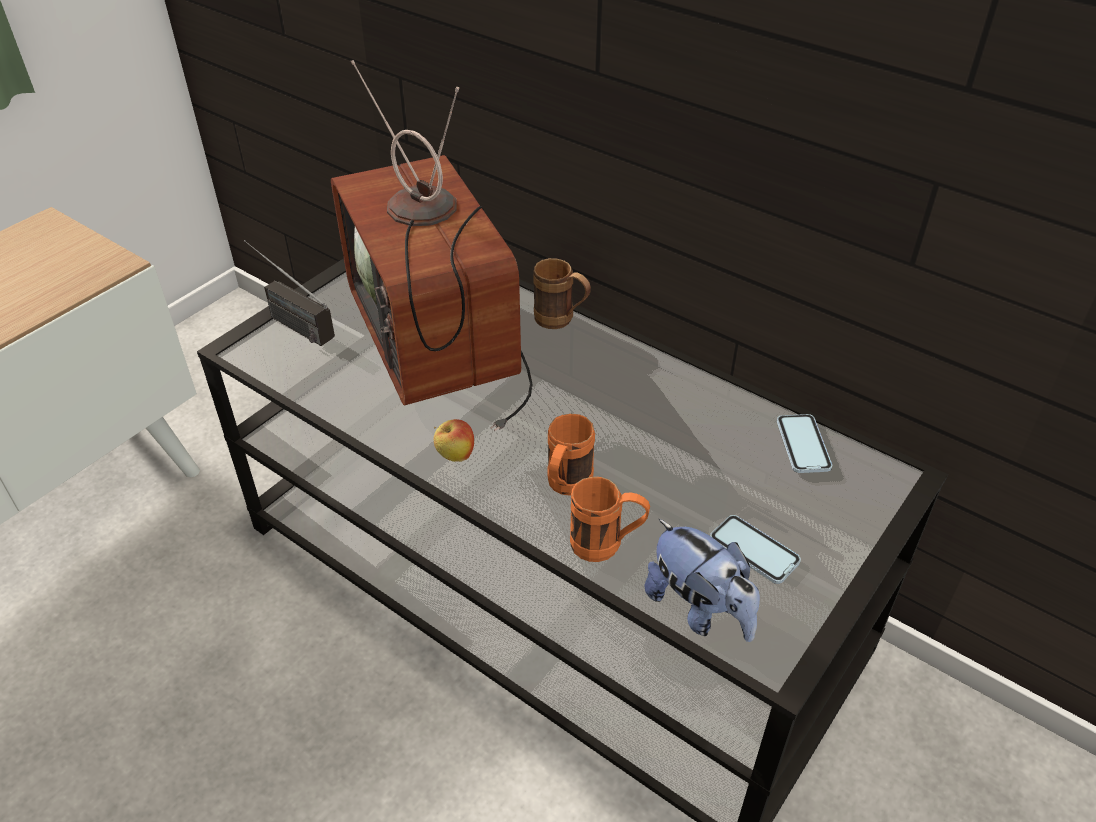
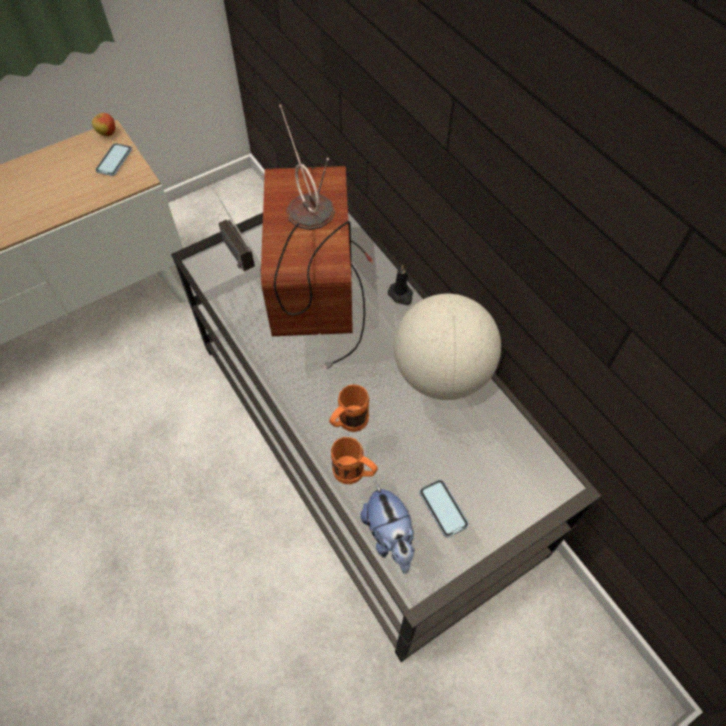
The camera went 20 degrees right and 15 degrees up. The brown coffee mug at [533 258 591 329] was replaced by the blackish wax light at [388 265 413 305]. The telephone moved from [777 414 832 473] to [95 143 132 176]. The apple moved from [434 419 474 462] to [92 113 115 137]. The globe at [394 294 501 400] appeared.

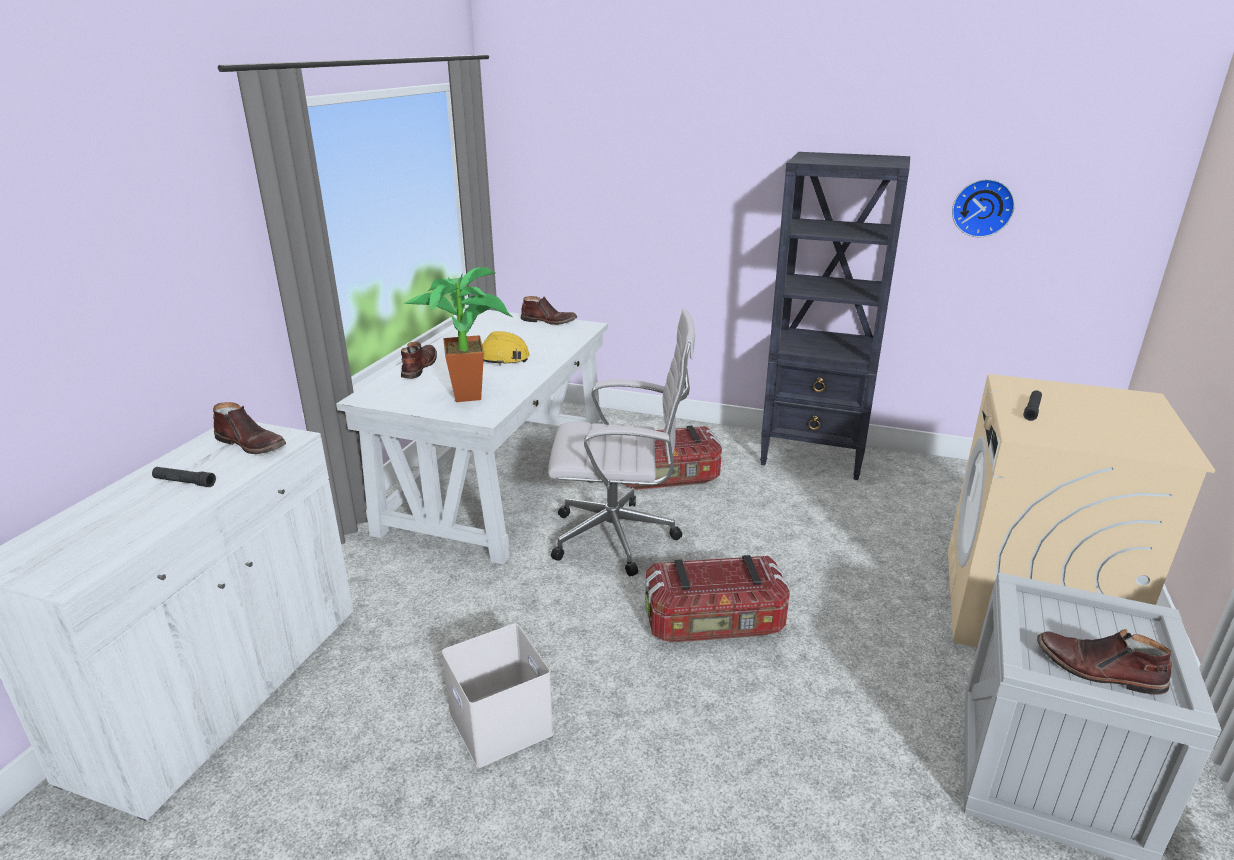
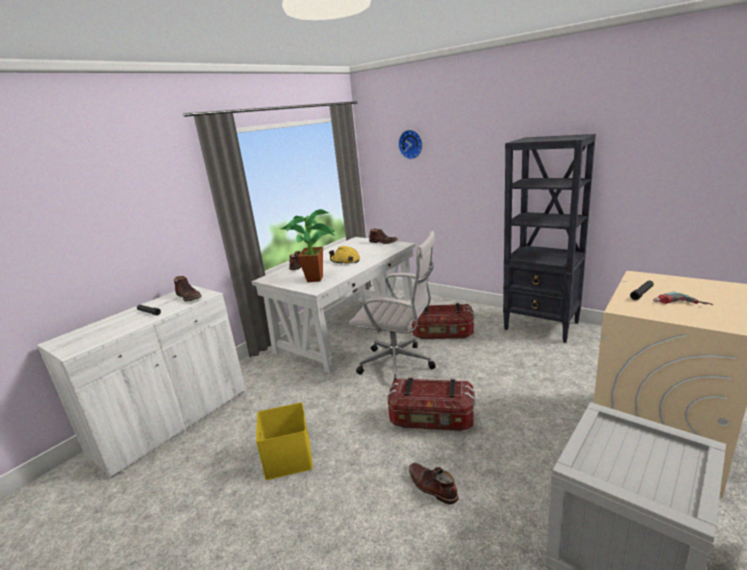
The camera went 20 degrees right and 5 degrees down. The hanging clock moved from [952 179 1015 237] to [398 130 423 159]. The white storage container at [442 623 554 768] became the yellow-coloured storage container at [256 403 313 480]. The brown tall boot moved from [1037 629 1172 695] to [409 463 459 505]. The electric drill at [653 291 713 305] appeared.

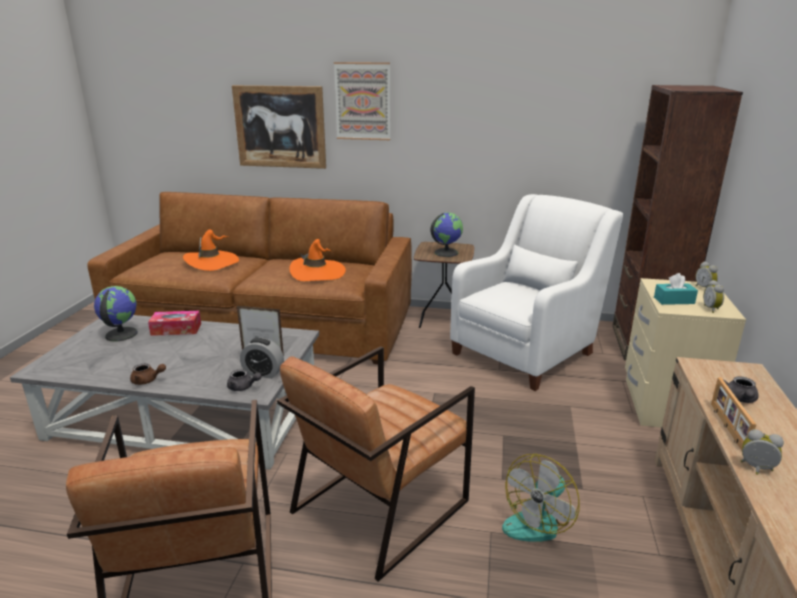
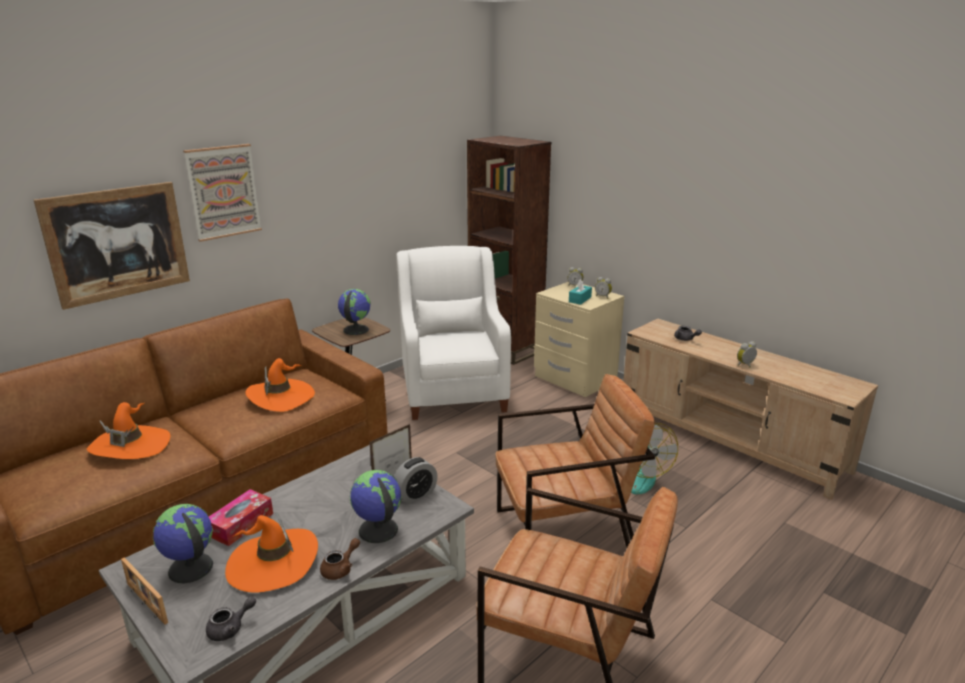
The camera went 55 degrees left and 0 degrees up. The brown armchair at [277 346 475 582] turned 90 degrees counterclockwise. The gray teapot moved from [227 369 262 391] to [206 596 256 641]. The standing frame moved from [711 377 757 450] to [121 557 168 625]. The globe at [350 470 401 543] appeared. The orange hat at [225 513 318 592] appeared.

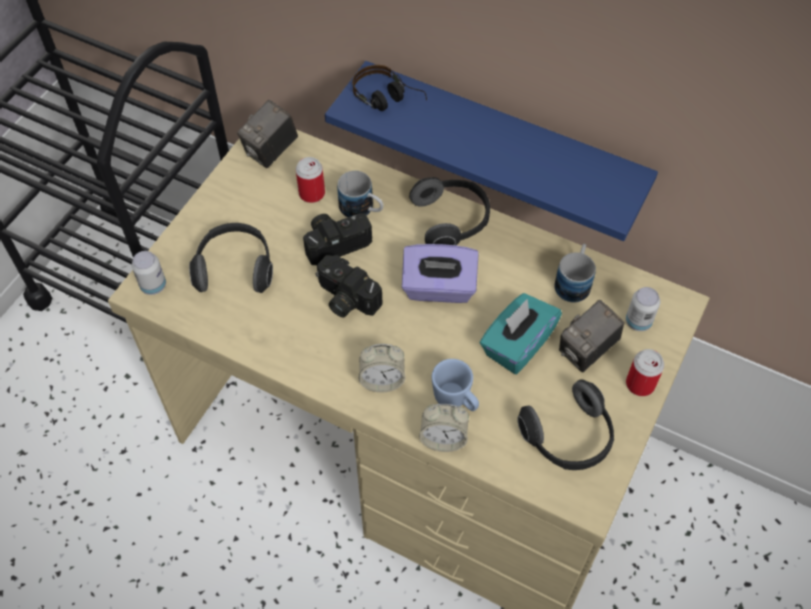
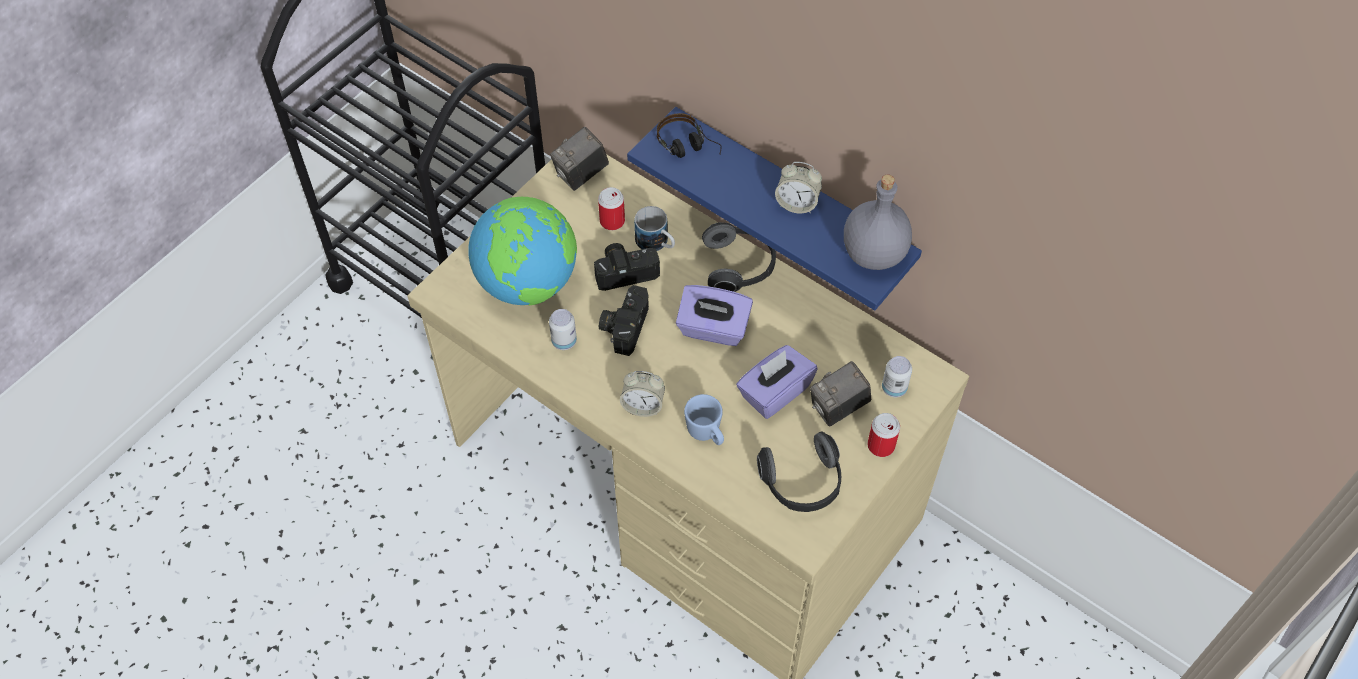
The camera went 10 degrees right and 0 degrees up. The headphones at [189 223 273 293] was replaced by the globe at [468 197 577 305]. The coffee mug at [554 244 596 303] disappeared. The can moved from [132 251 166 295] to [549 309 577 350]. The photo camera at [316 255 383 317] turned 60 degrees clockwise. The turquoise tissue box at [480 293 562 374] became the purple-coloured tissue box at [736 345 818 419]. The alarm clock moved from [419 404 469 452] to [775 162 822 213]. The gray bottle at [844 175 912 270] appeared.

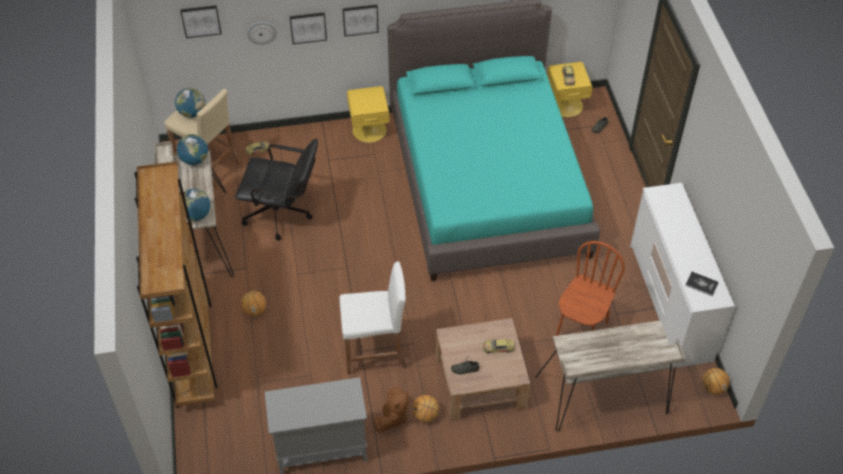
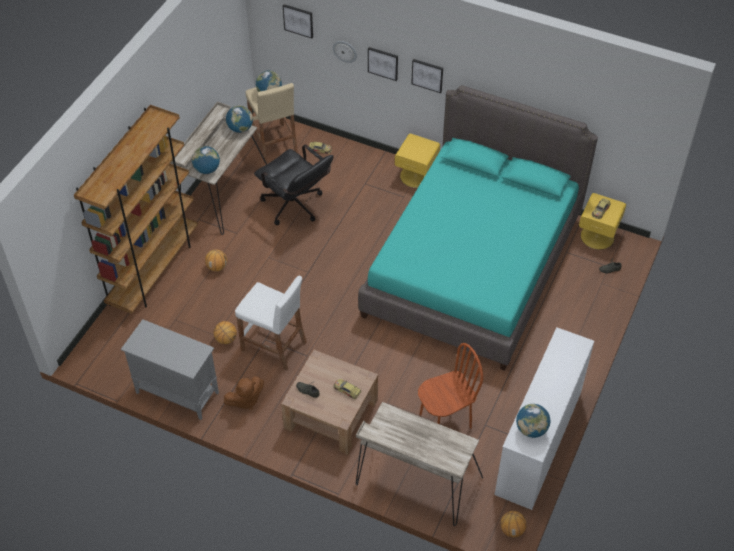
The camera went 35 degrees right and 0 degrees up. The book at [685 272 719 296] was replaced by the globe at [516 404 550 438]. The basketball ball moved from [412 395 439 422] to [214 321 237 344].

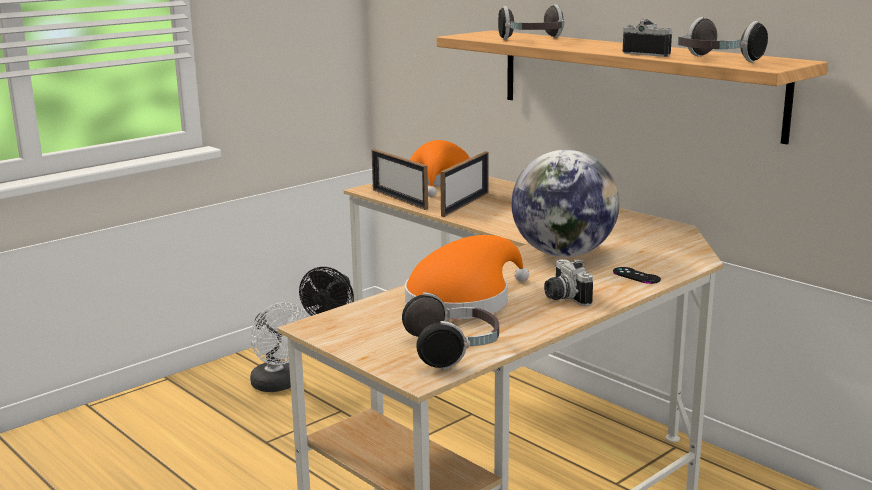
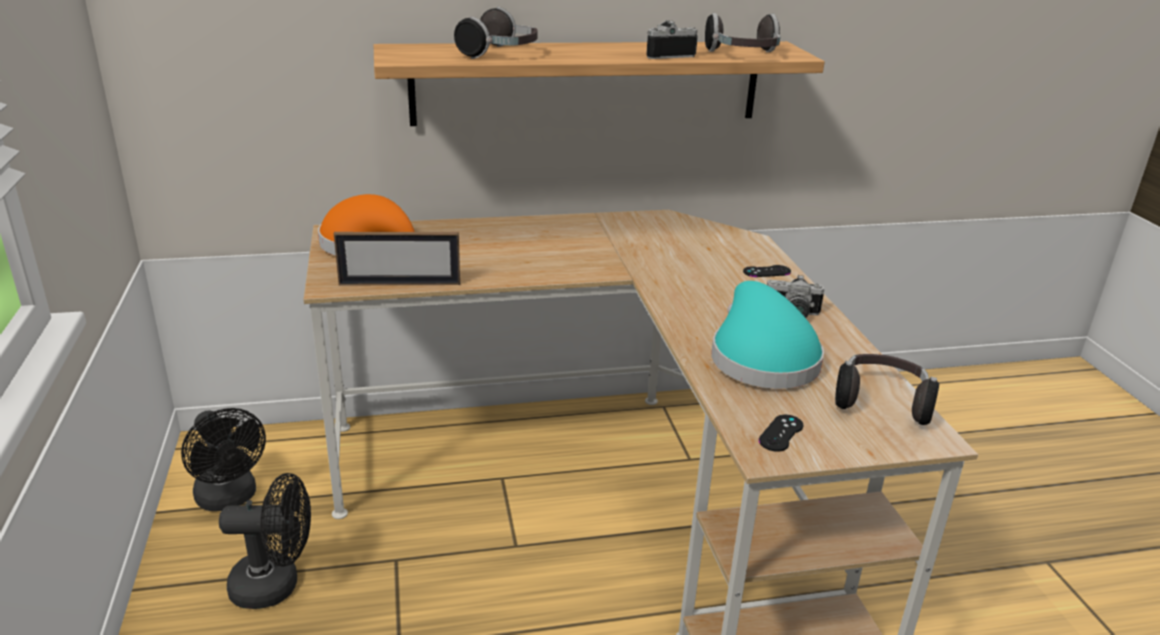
The camera went 60 degrees left and 10 degrees up. The globe at [511 150 620 257] disappeared. The standing frame at [440 151 489 217] disappeared. The orange hat at [405 235 529 319] became the turquoise hat at [712 281 824 389]. The white electric fan at [250 302 309 392] became the blackish electric fan at [219 473 311 609]. The blackish game controller at [759 415 803 452] appeared.

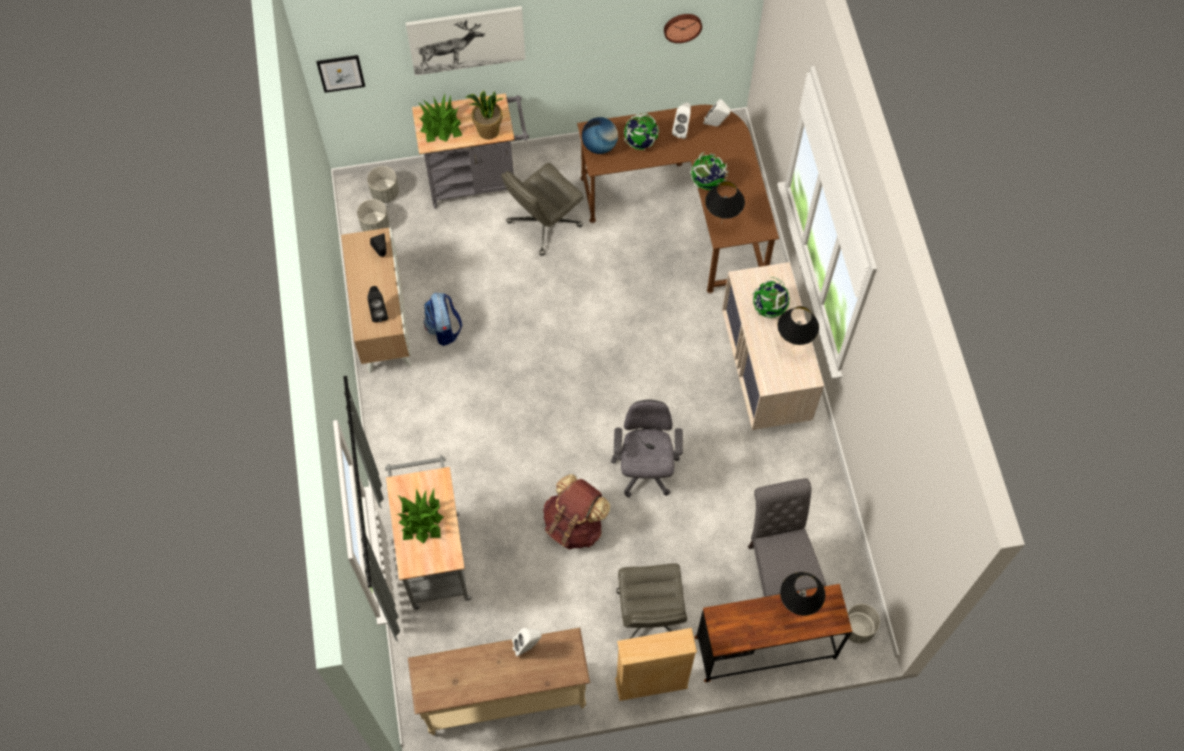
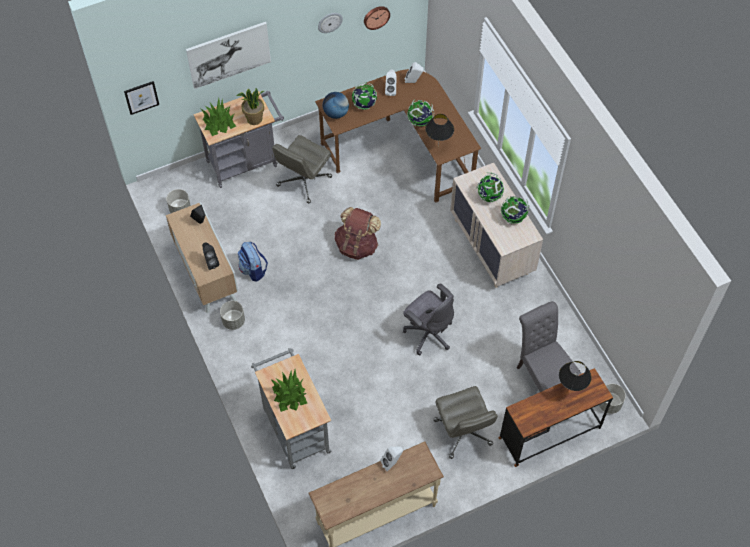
The camera went 15 degrees left and 5 degrees down. The gray plant pot moved from [367 166 399 203] to [220 301 245 330]. The blackish tabletop lamp at [777 306 819 345] was replaced by the globe at [501 196 529 224]. The gray desk chair at [611 399 683 497] turned 150 degrees clockwise. The brown rucksack moved from [543 474 610 550] to [335 207 381 260]. The beige-coloured shelving unit at [615 628 697 701] disappeared. The hanging clock at [318 13 343 33] appeared.

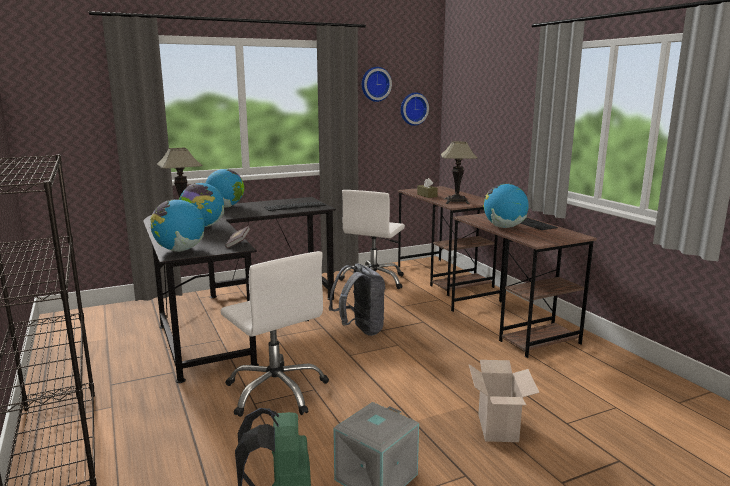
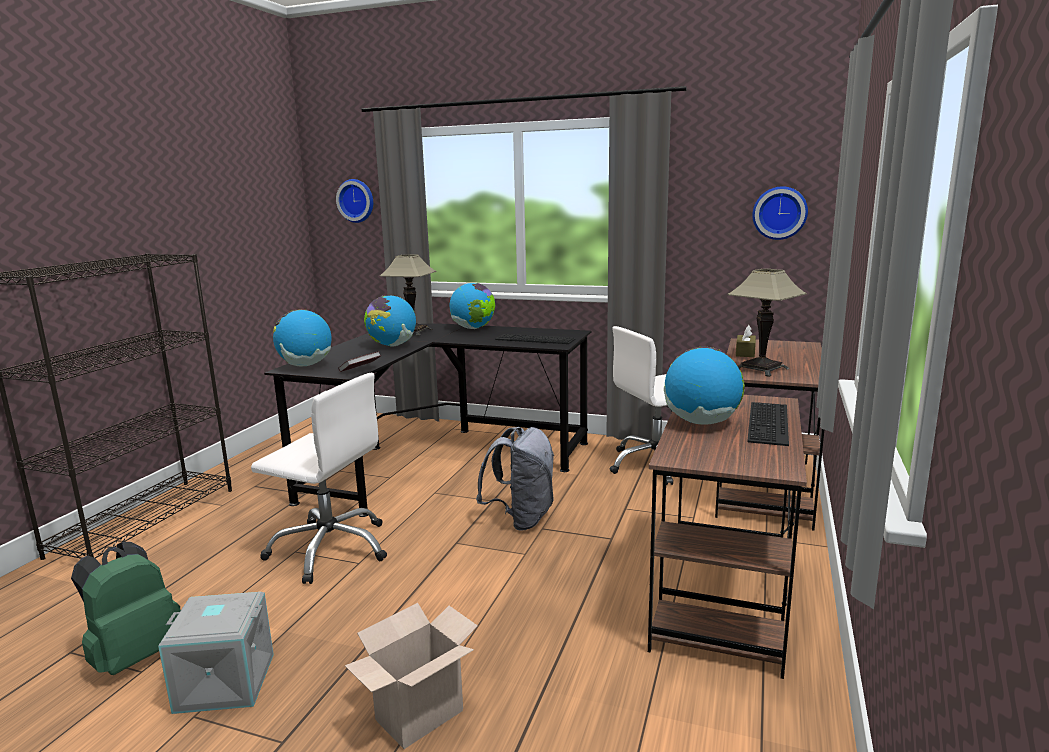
The camera went 45 degrees right and 0 degrees up. The hanging clock moved from [362 67 392 102] to [336 179 373 223]. The white desk chair at [221 251 329 417] turned 75 degrees counterclockwise.

